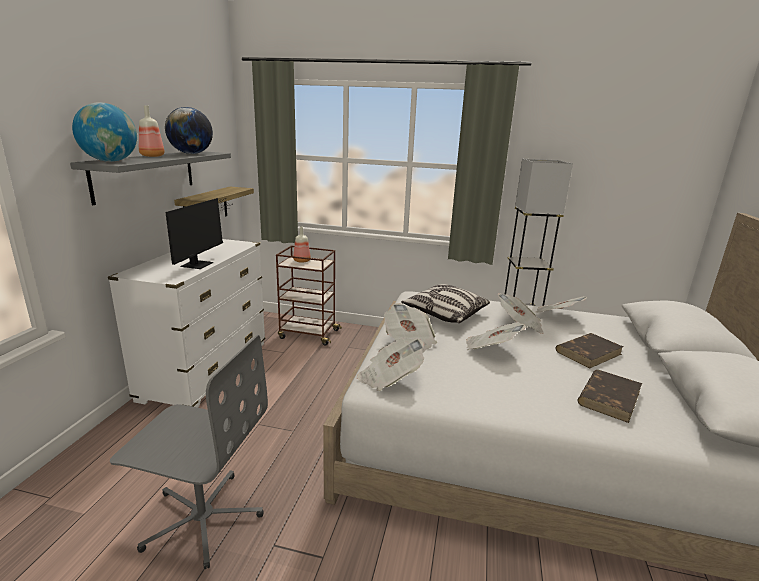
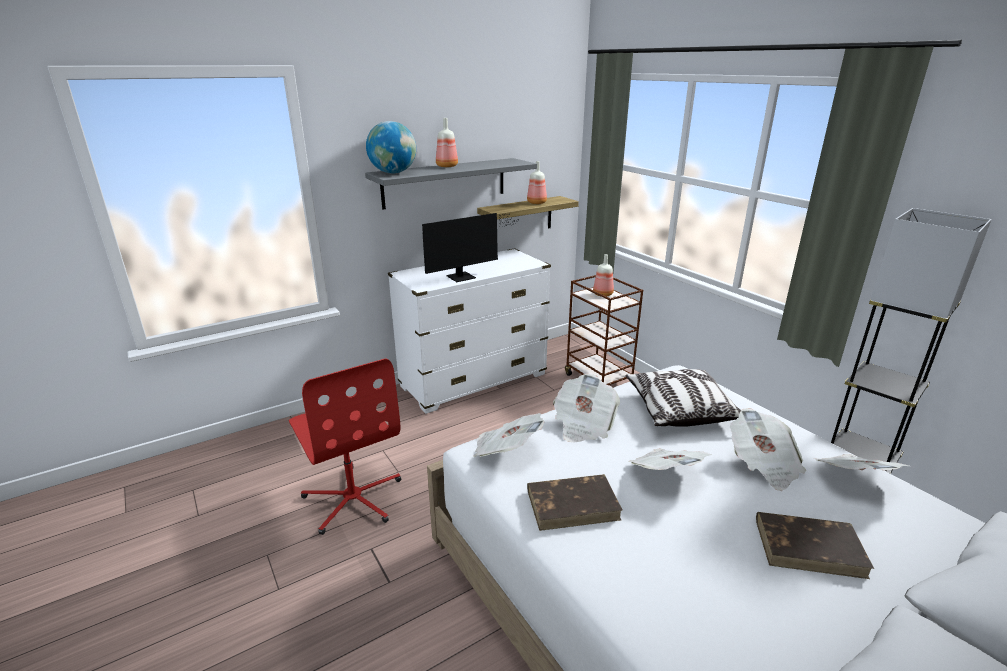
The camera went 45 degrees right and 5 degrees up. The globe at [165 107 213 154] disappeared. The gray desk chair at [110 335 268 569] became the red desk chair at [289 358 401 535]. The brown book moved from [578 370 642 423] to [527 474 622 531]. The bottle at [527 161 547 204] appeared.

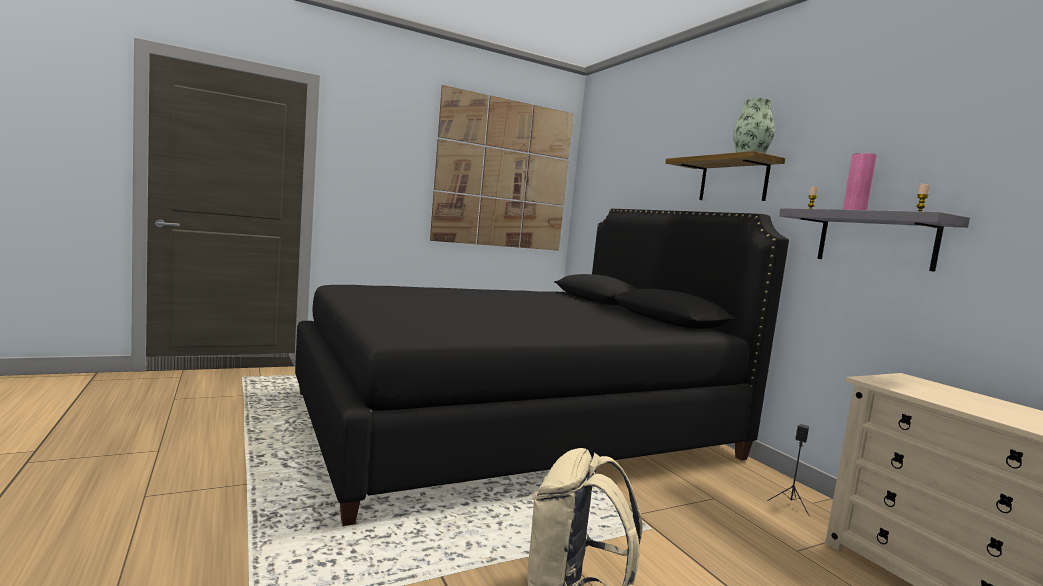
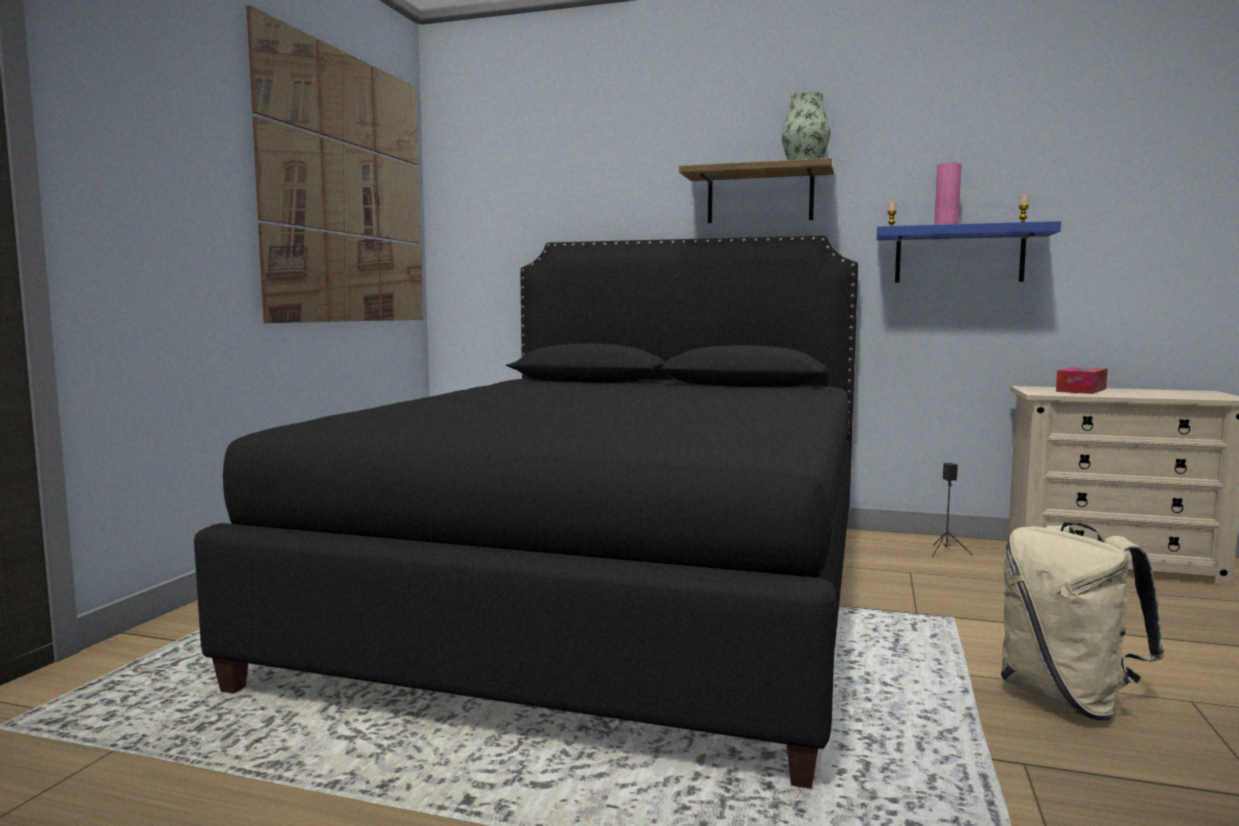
The camera went 45 degrees left and 0 degrees up. The gray bracket shelf at [779 208 970 272] became the blue-coloured bracket shelf at [876 221 1061 283]. The tissue box at [1056 367 1108 394] appeared.

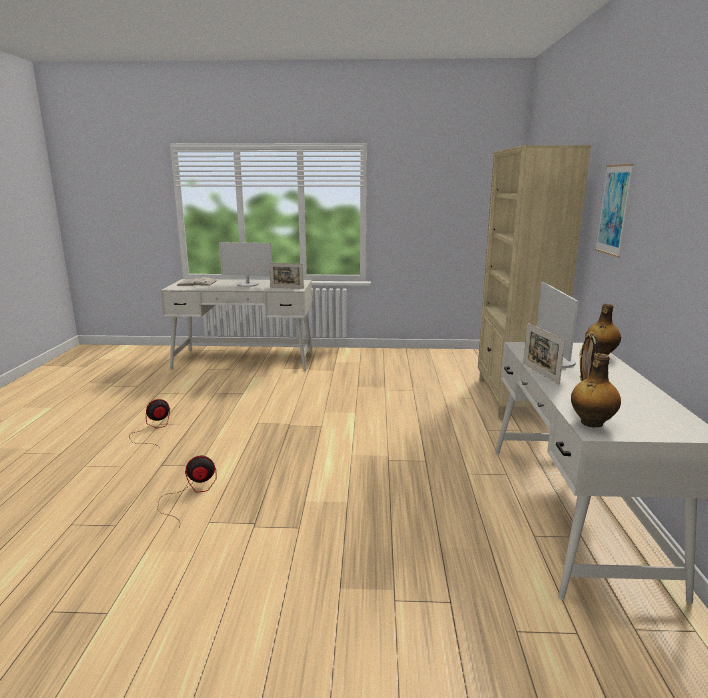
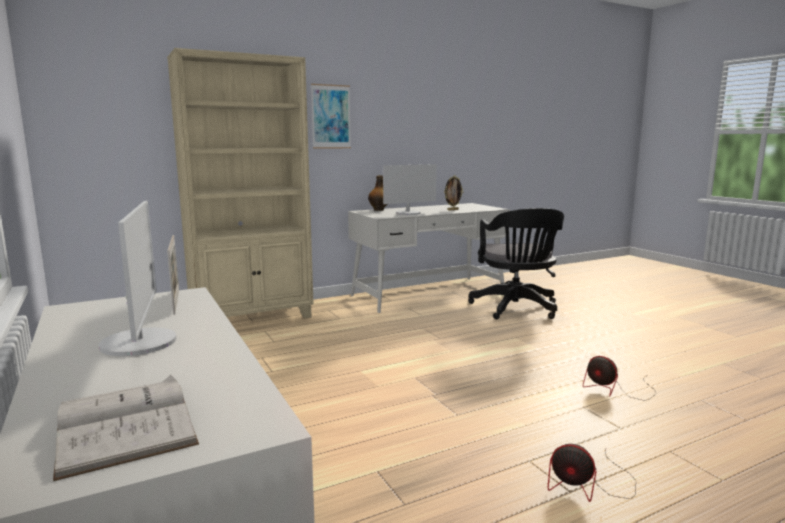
The camera went 120 degrees left and 5 degrees down. The standing frame at [523 323 565 385] disappeared. The bottle at [571 353 621 427] disappeared. The blackish desk chair at [468 208 564 319] appeared.

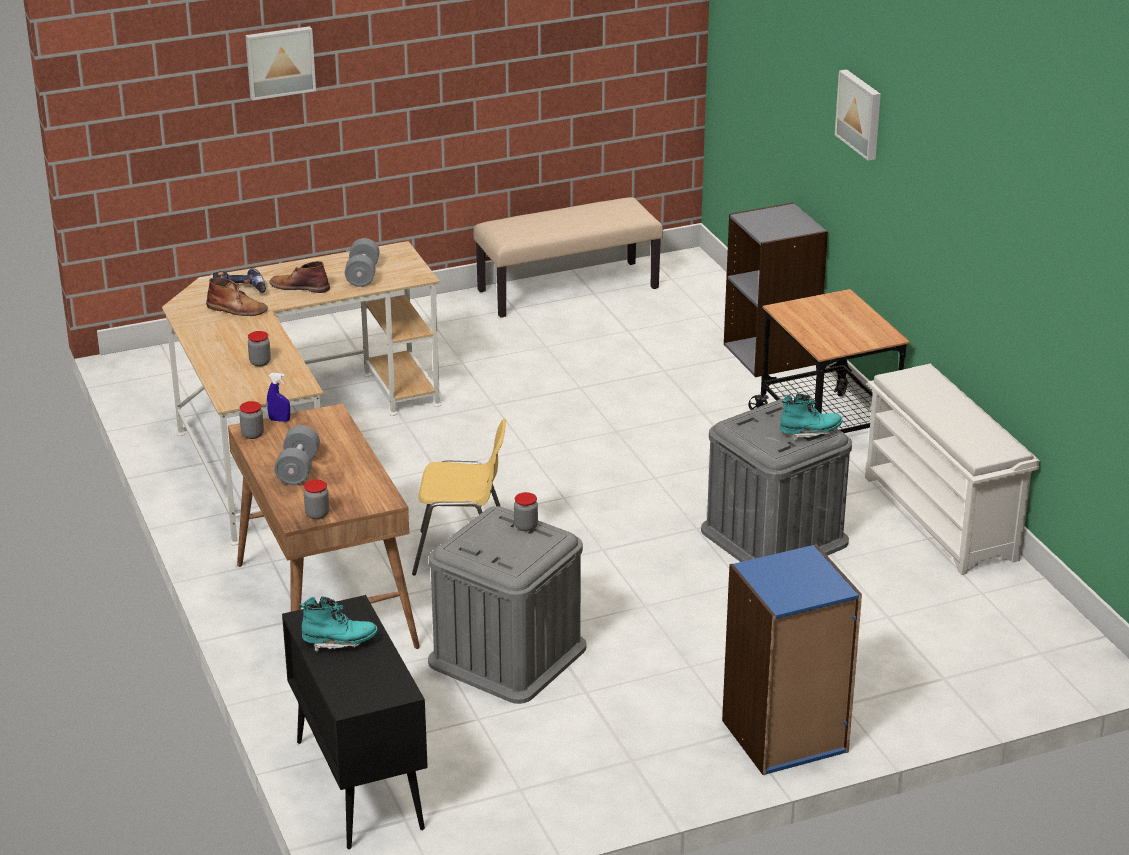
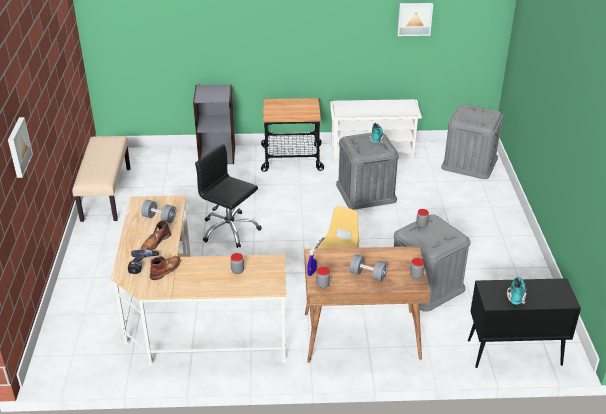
The camera went 70 degrees left and 5 degrees up. The wall art moved from [835 69 881 161] to [397 3 433 36]. The blue-coloured shelving unit at [722 544 862 775] disappeared. The gray storage container at [441 104 503 179] appeared. The blackish desk chair at [195 144 261 248] appeared.

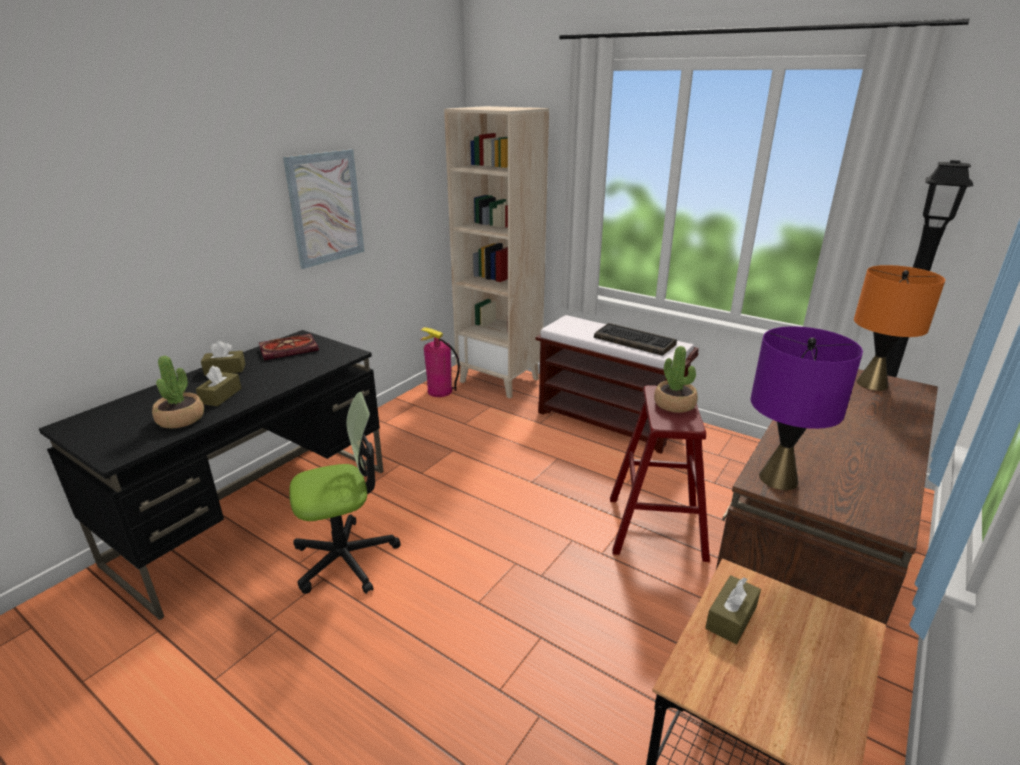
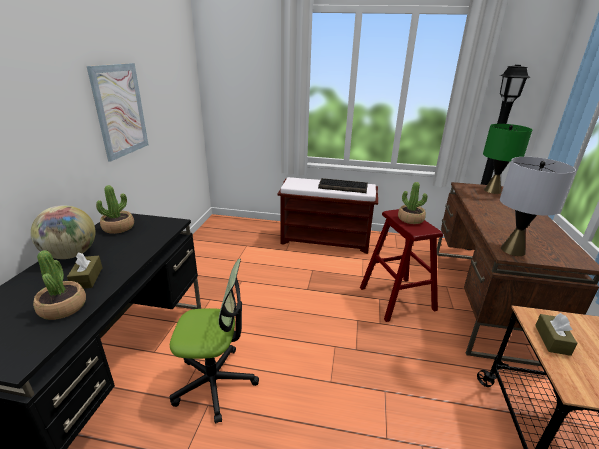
The camera went 25 degrees left and 0 degrees up. The beige-coloured shelving unit at [444 106 549 399] disappeared. The orange tabletop lamp at [854 265 945 391] became the green tabletop lamp at [483 124 532 194]. The purple-coloured tabletop lamp at [751 326 863 490] became the gray tabletop lamp at [500 157 576 256]. The fire-fighting cylinder at [420 327 460 397] disappeared. The book at [259 334 319 360] was replaced by the houseplant at [96 185 134 234]. The brown tissue box at [201 341 245 375] was replaced by the globe at [31 205 96 259]. The desk chair at [289 392 401 594] turned 45 degrees clockwise.

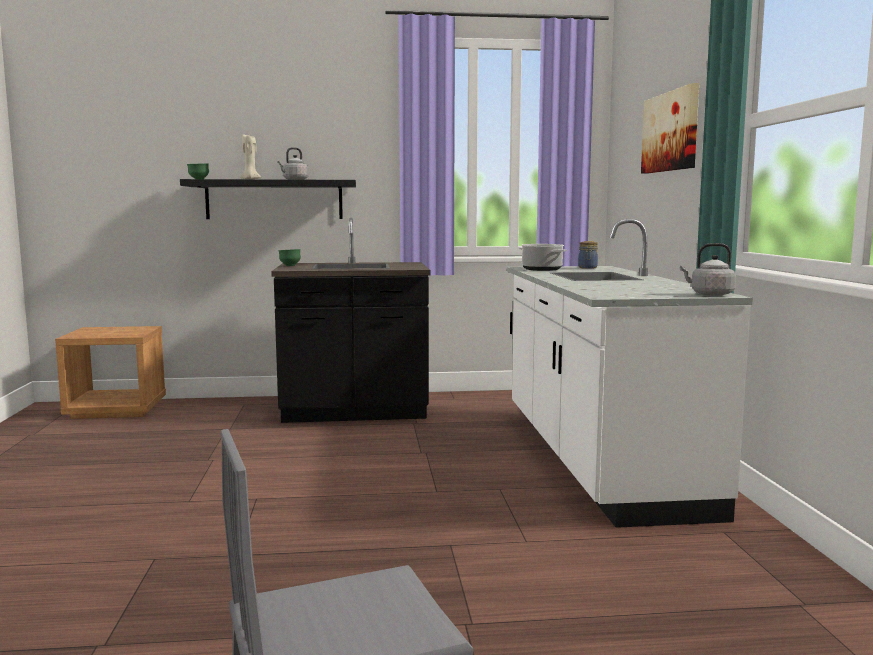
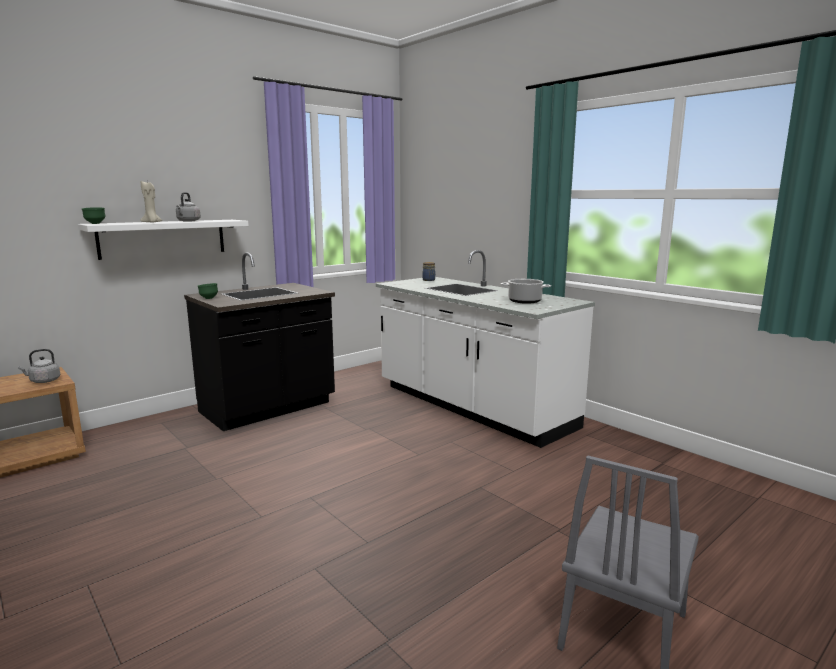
The camera went 35 degrees left and 5 degrees up. The wall art at [641 83 699 174] disappeared. The blackish bracket shelf at [180 179 356 219] became the white bracket shelf at [78 220 249 260]. The gray kettle moved from [680 243 736 296] to [18 349 60 383]. The cooking pot moved from [519 244 567 271] to [501 279 551 304].

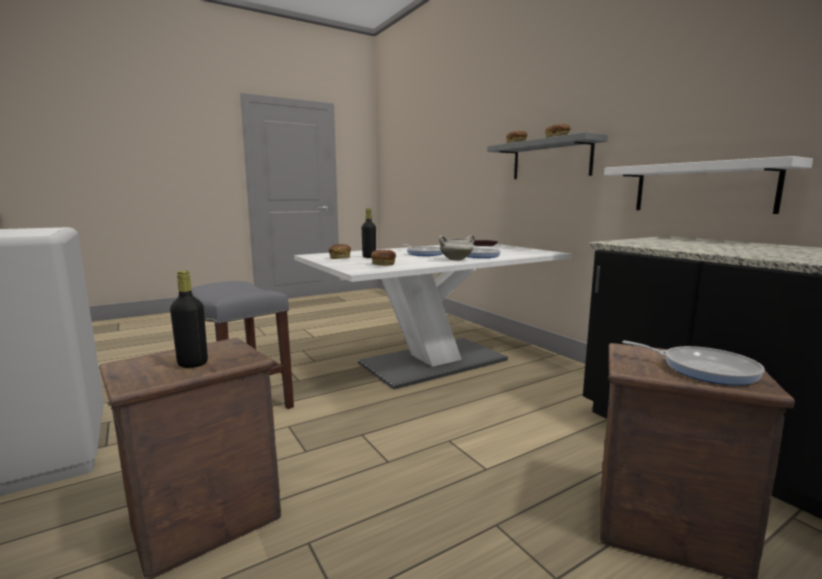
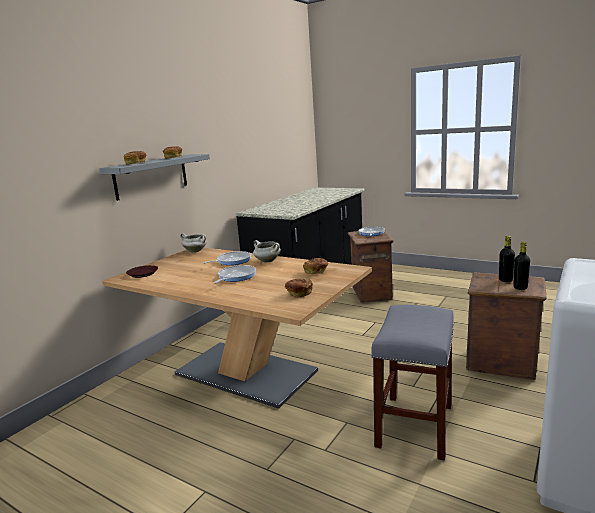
The camera went 115 degrees left and 5 degrees up. The white bracket shelf at [604 156 813 214] disappeared. The blackish bottle moved from [362 208 376 258] to [513 242 530 290]. The white kitchen table at [294 244 572 390] became the brown kitchen table at [102 248 372 409]. The white cooking pot at [180 233 207 253] appeared.

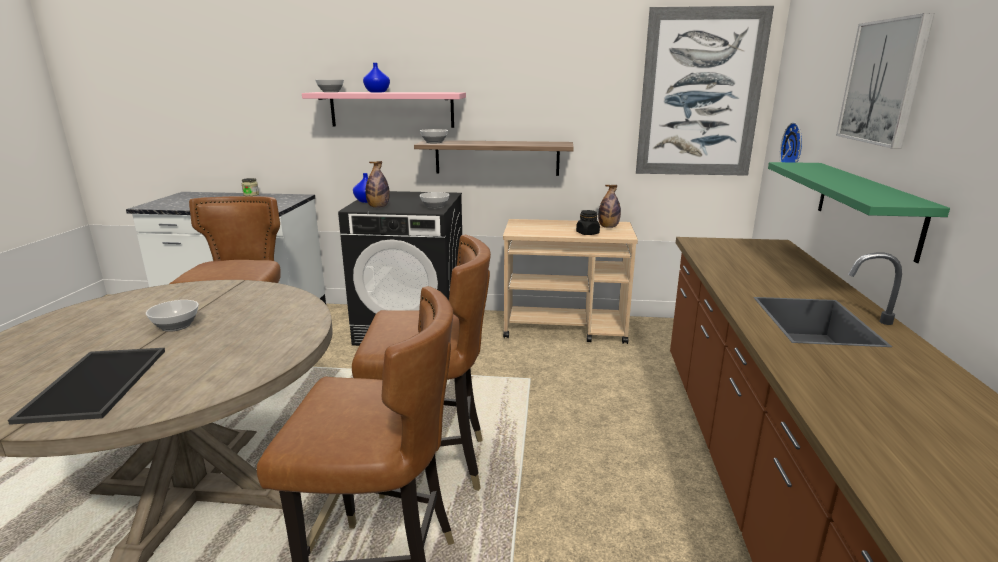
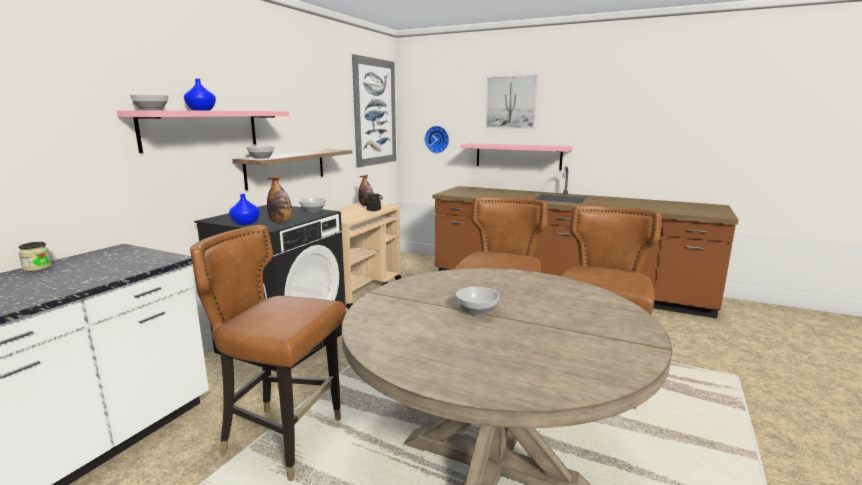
The camera went 70 degrees left and 5 degrees down. The green bracket shelf at [768 162 950 263] became the pink bracket shelf at [460 143 573 170]. The carrying tray at [8 348 165 425] disappeared.

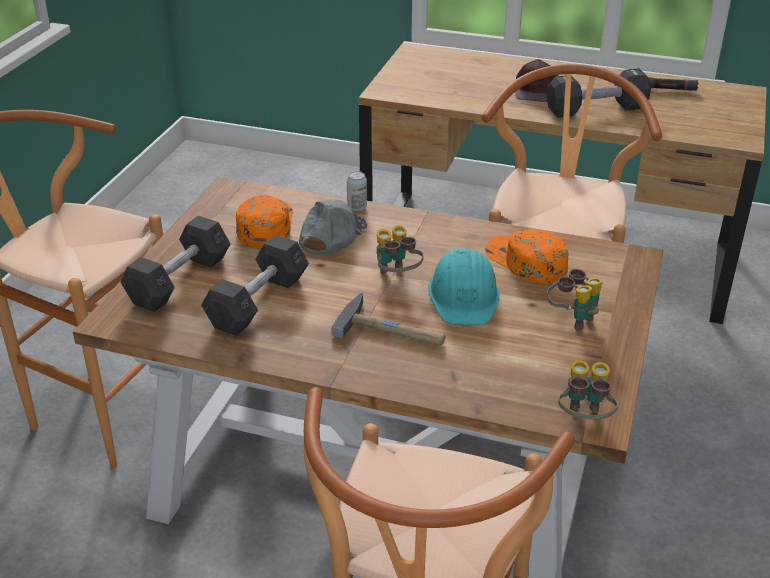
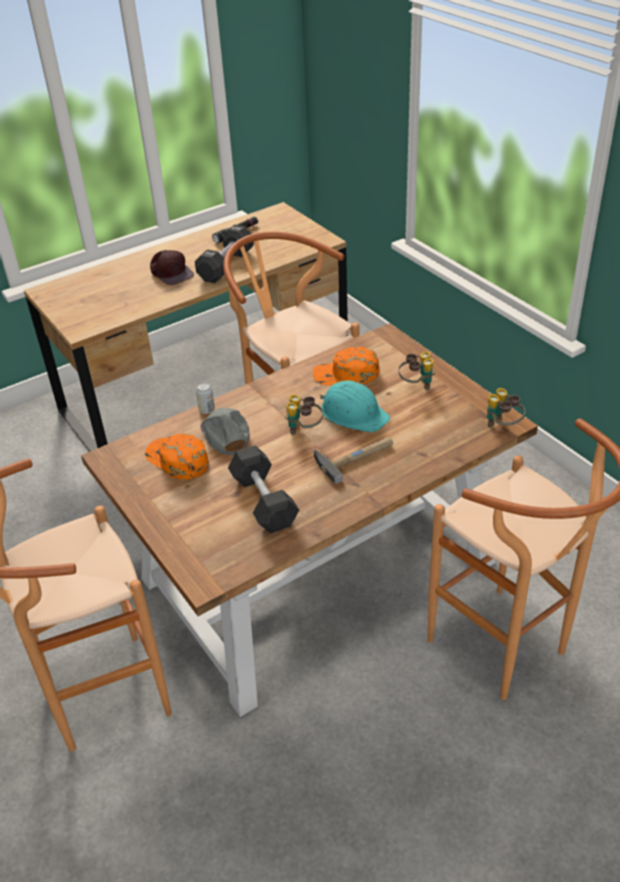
The camera went 50 degrees left and 5 degrees up. The gray free weight at [121 216 230 312] disappeared.

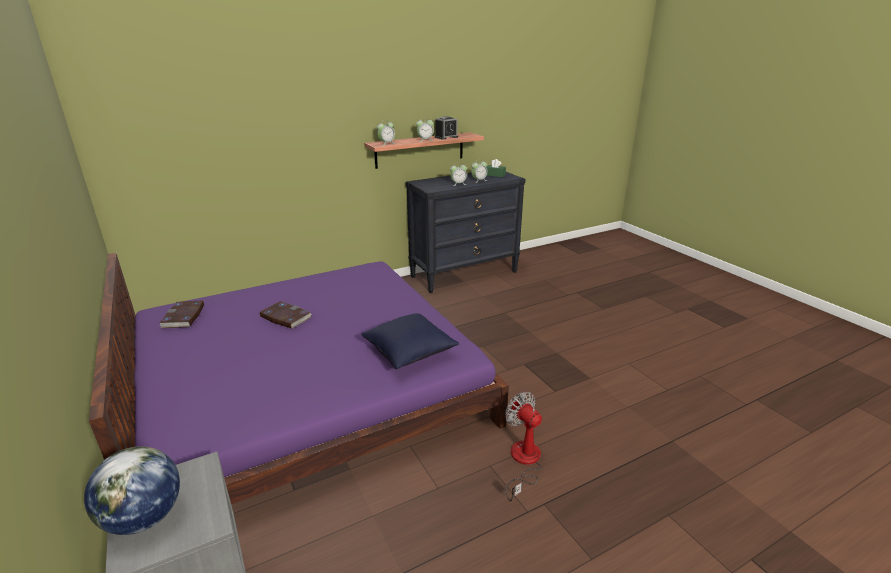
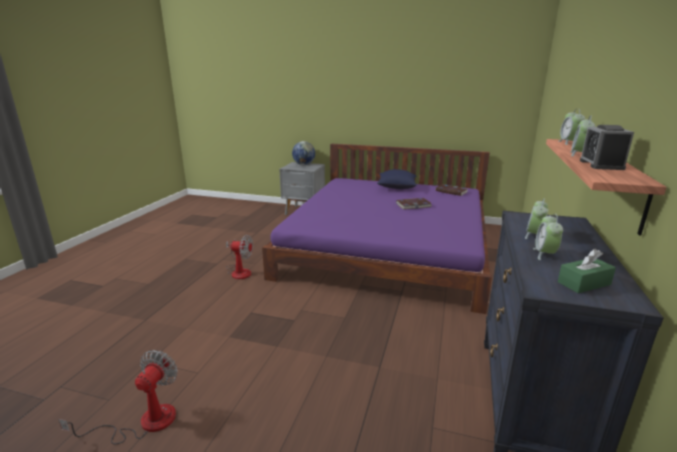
The camera went 135 degrees right and 5 degrees down. The blue-coloured pillow moved from [362 313 460 370] to [377 169 417 189]. The electric fan at [58 350 178 444] appeared.

